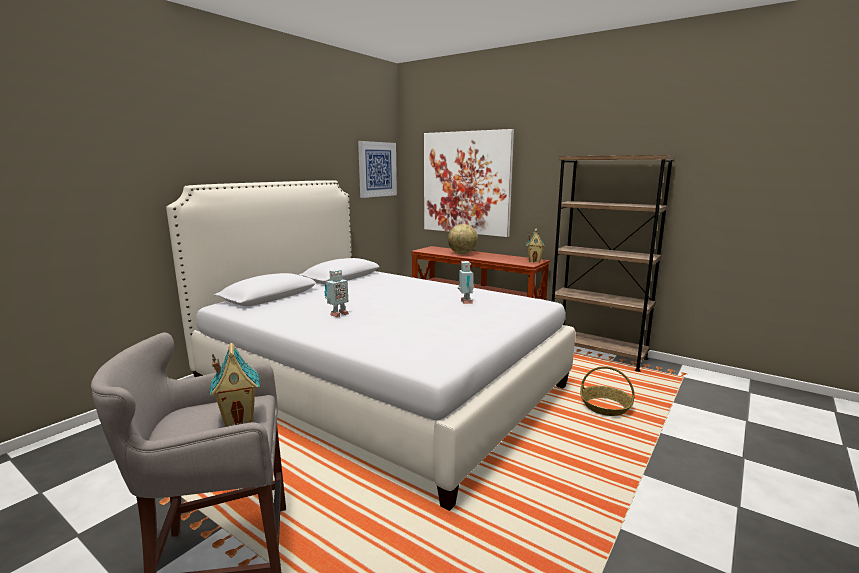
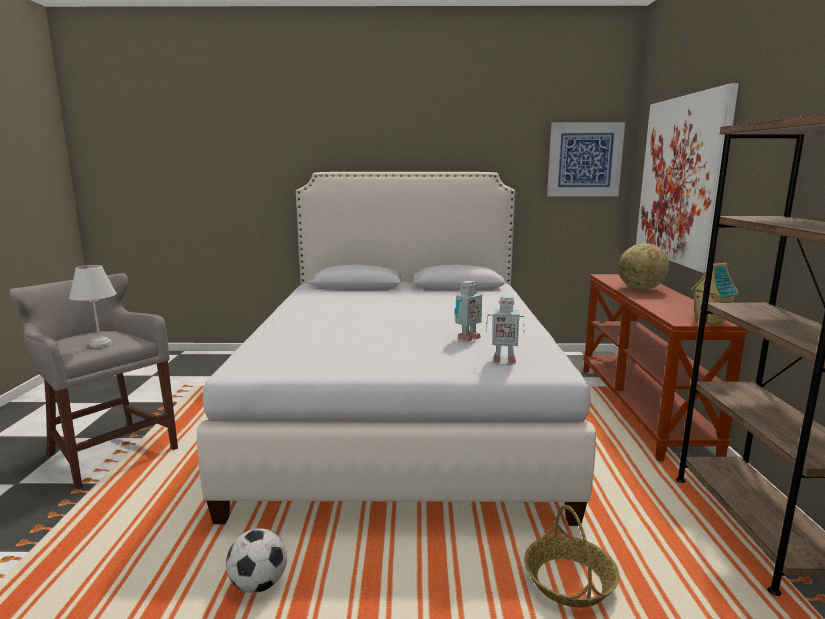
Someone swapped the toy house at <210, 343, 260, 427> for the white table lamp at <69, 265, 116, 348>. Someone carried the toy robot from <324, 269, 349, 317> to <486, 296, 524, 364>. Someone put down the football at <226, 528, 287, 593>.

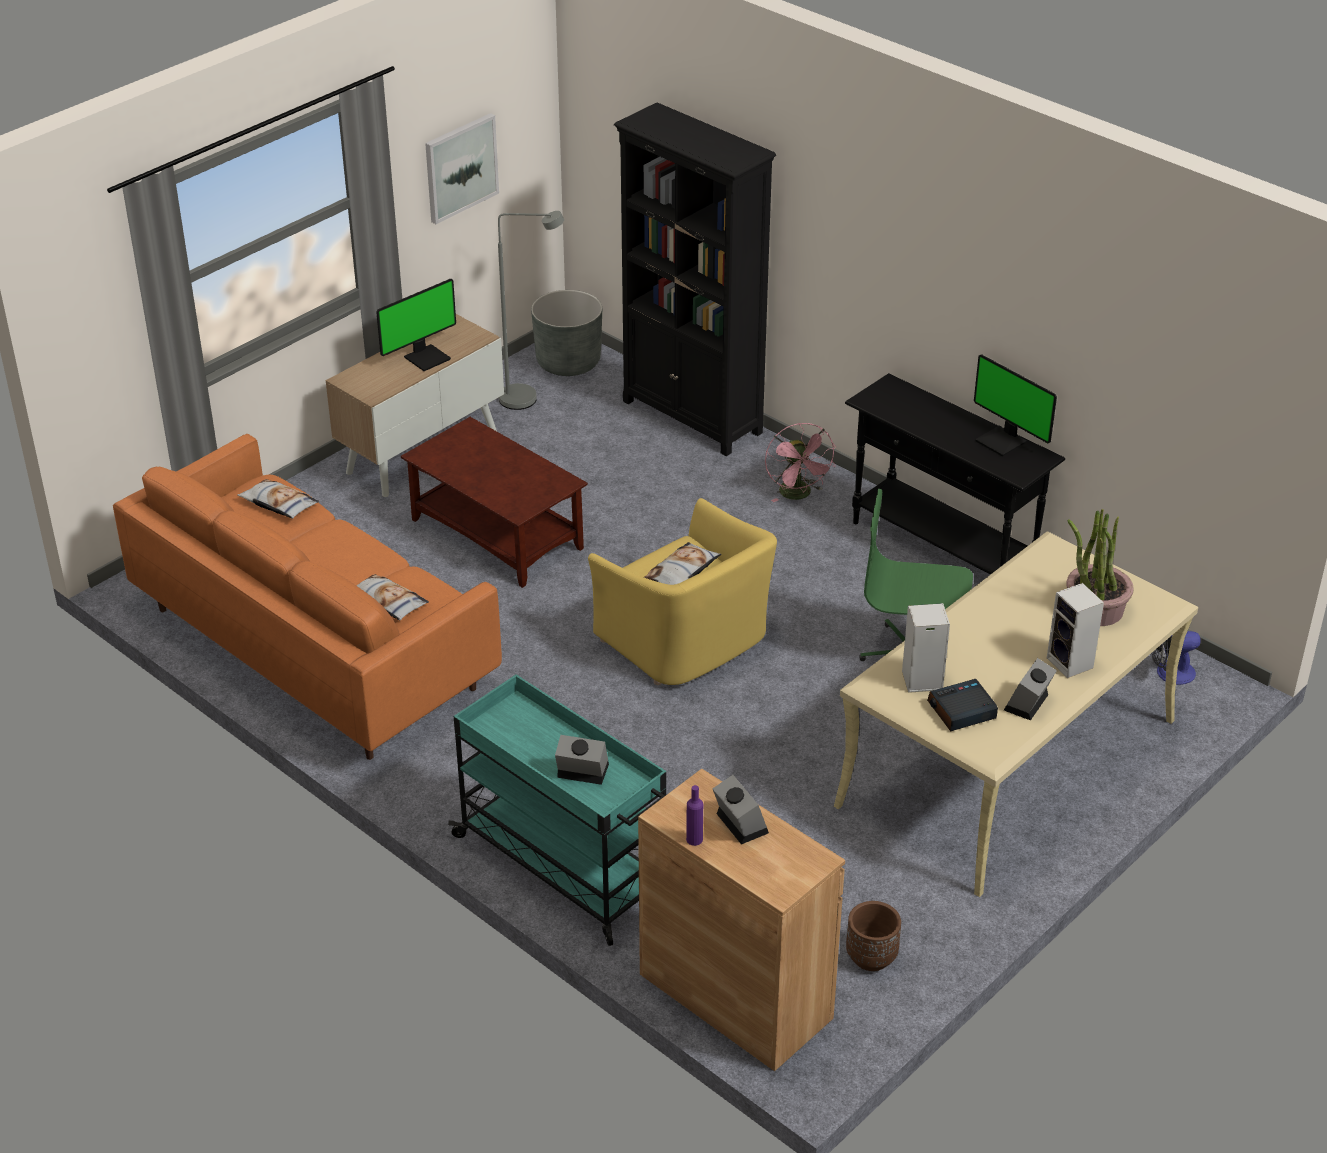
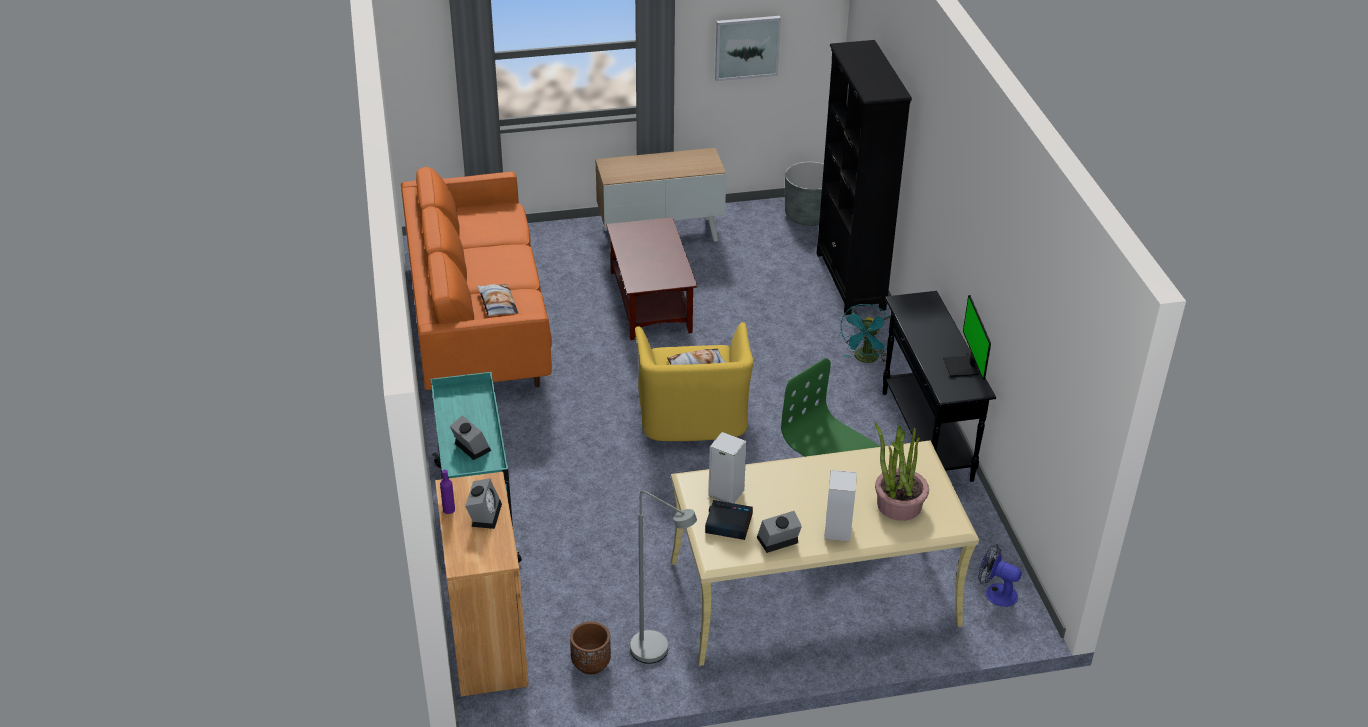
Someone took away the pillow at <237, 479, 319, 519>. Someone took away the monitor at <376, 278, 456, 371>. Someone carried the grey floor lamp from <498, 211, 564, 410> to <630, 491, 697, 664>. Someone repainted the pink fan at <765, 423, 836, 502>, which became the turquoise fan at <840, 304, 895, 363>.

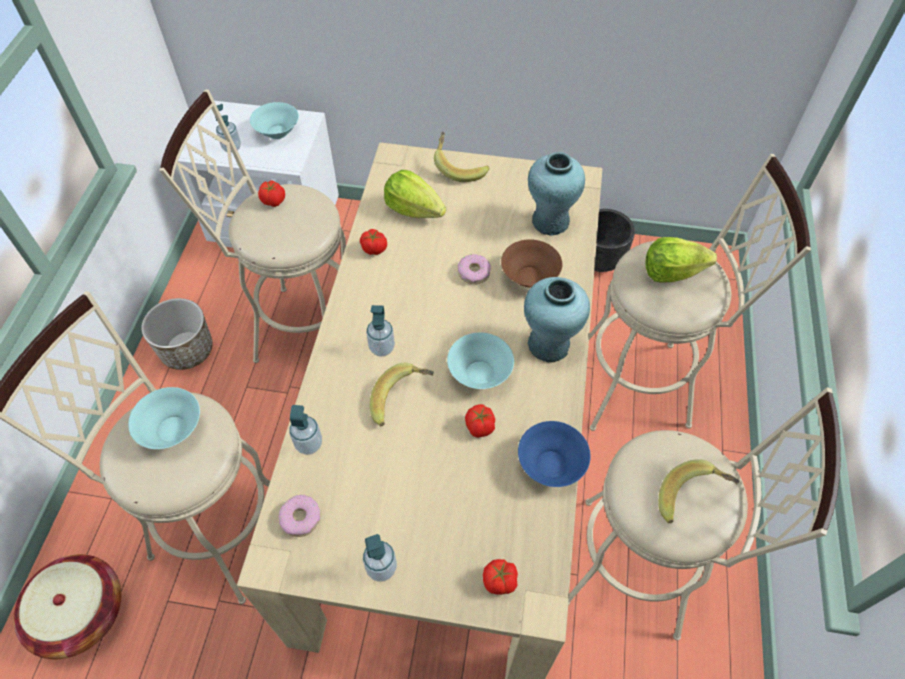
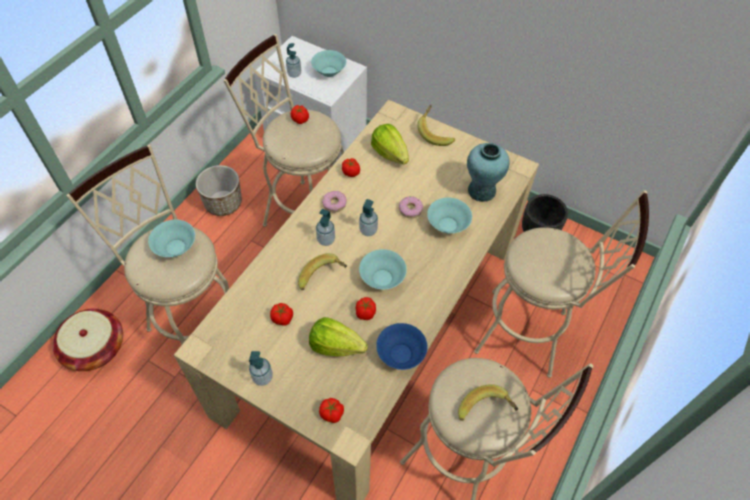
Someone carried the donut from <279, 495, 320, 537> to <322, 191, 346, 213>. Someone carried the soap dispenser from <289, 405, 322, 455> to <359, 199, 378, 236>. Someone repainted the brown bowl at <501, 239, 562, 288>, which became the turquoise bowl at <427, 198, 472, 234>. Someone took away the turquoise vase at <524, 277, 590, 362>. Someone carried the lettuce from <645, 237, 717, 282> to <309, 317, 368, 356>. Someone put down the tomato at <270, 303, 293, 326>.

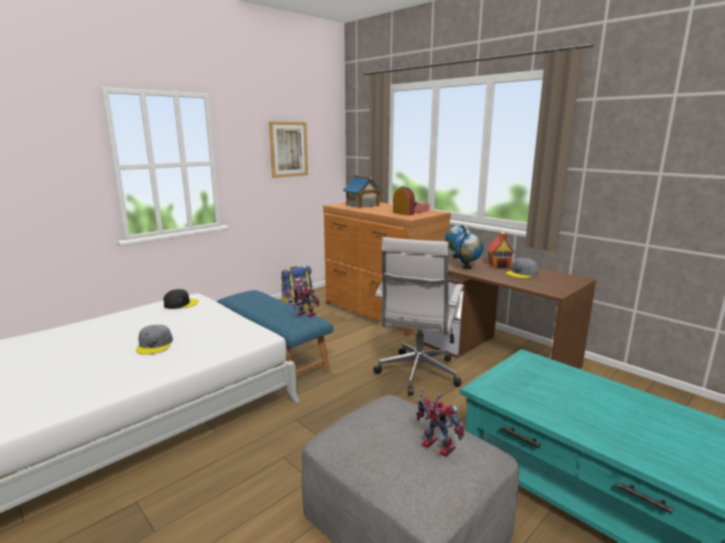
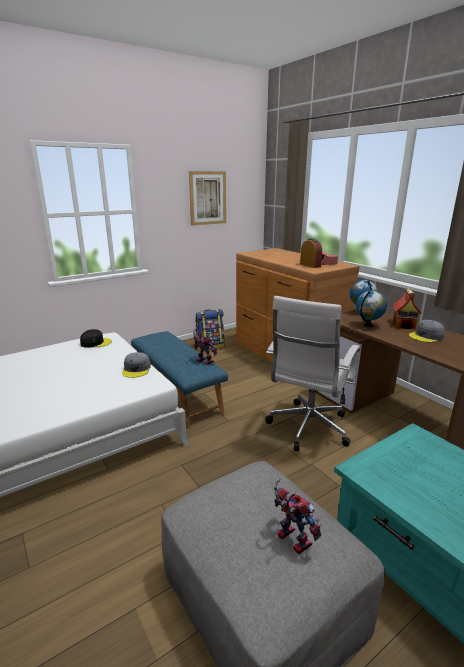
Someone carried the grey cap from <136, 325, 173, 355> to <122, 352, 151, 378>. Someone took away the toy house at <343, 175, 383, 208>.

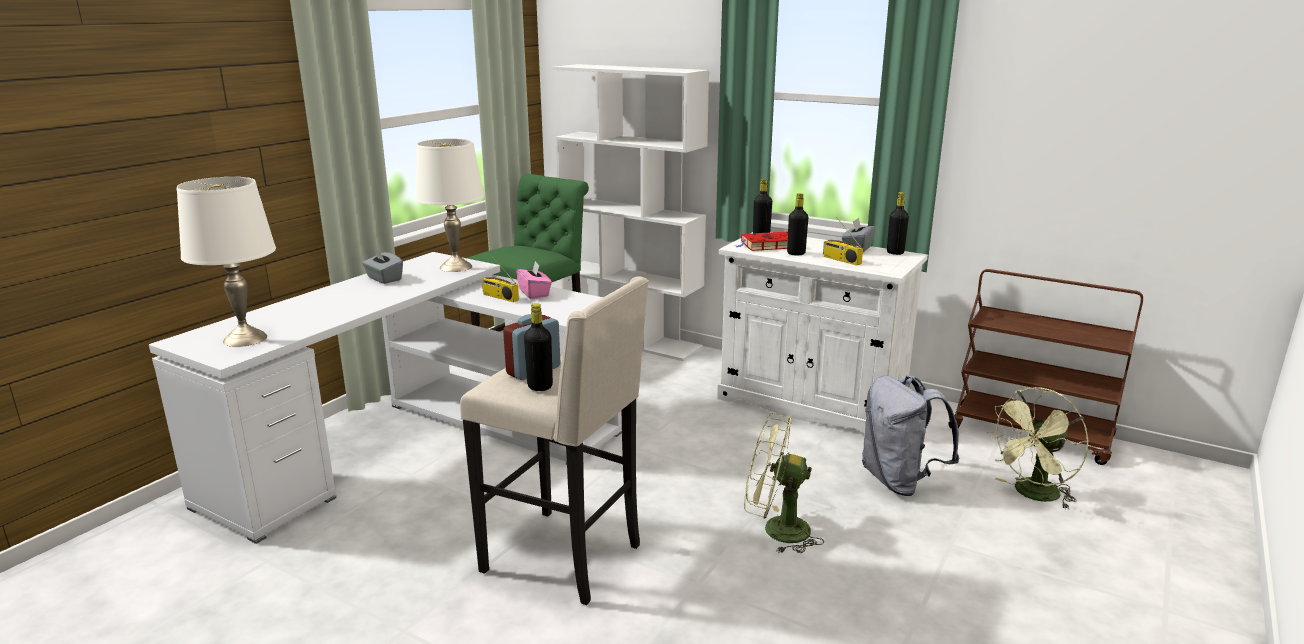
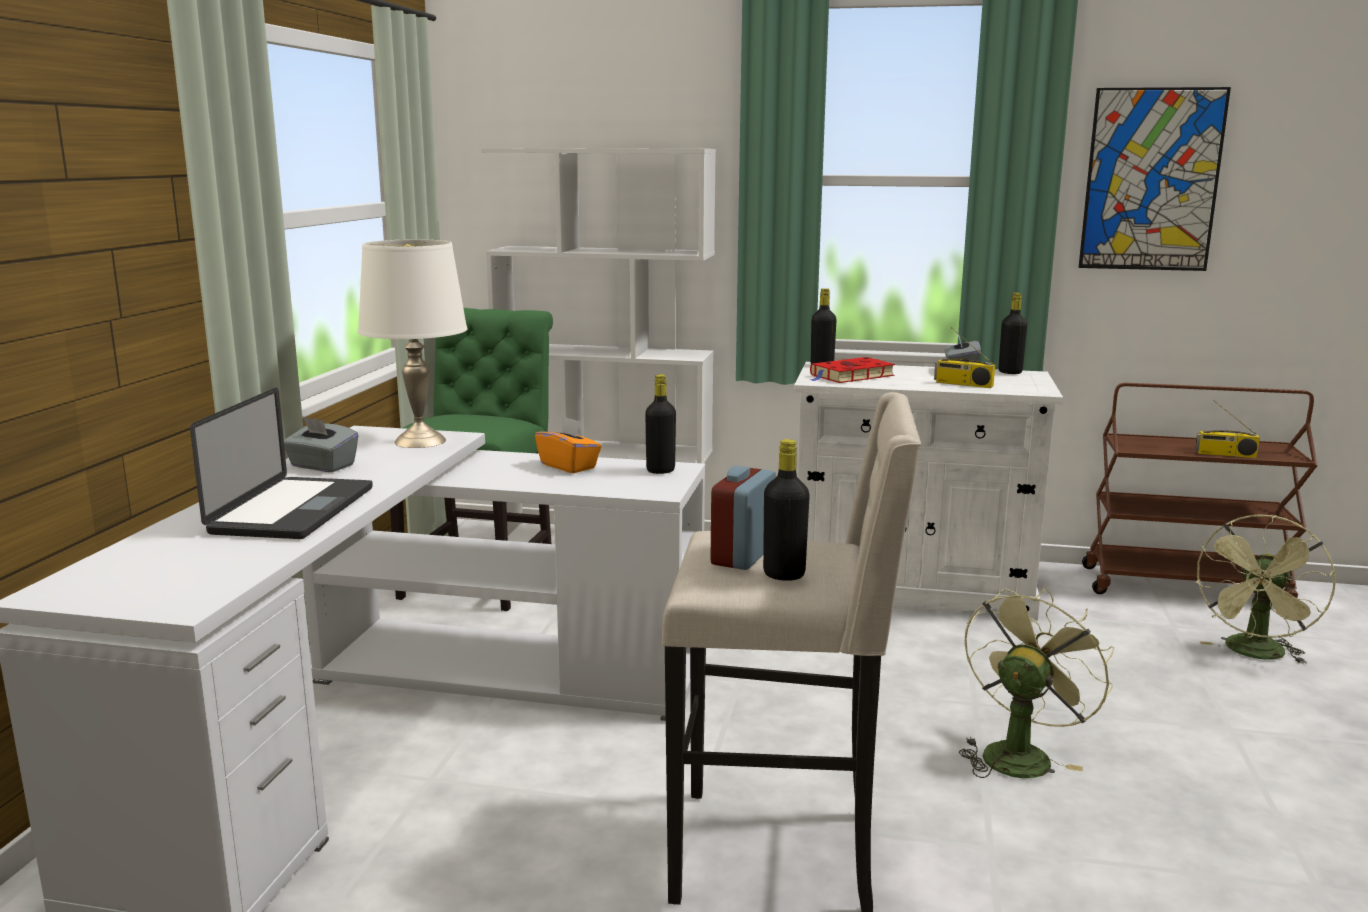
Someone took away the white table lamp at <177, 177, 276, 347>. Someone carried the radio from <482, 254, 519, 302> to <1195, 400, 1260, 458>. Someone repainted the pink tissue box at <516, 261, 552, 299>, which became the orange tissue box at <535, 417, 602, 473>. Someone rotated the green fan at <744, 413, 824, 553> by 135 degrees clockwise. Someone carried the black bottle from <787, 193, 808, 255> to <645, 374, 676, 474>. Someone took away the grey backpack at <862, 375, 960, 496>. Someone put down the laptop at <190, 388, 373, 539>. Someone put up the picture at <1078, 87, 1231, 271>.

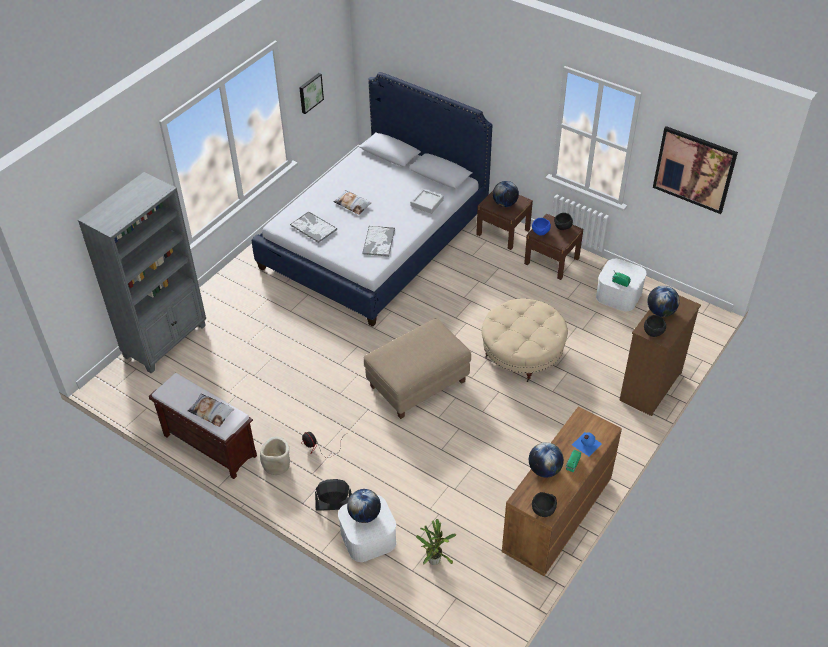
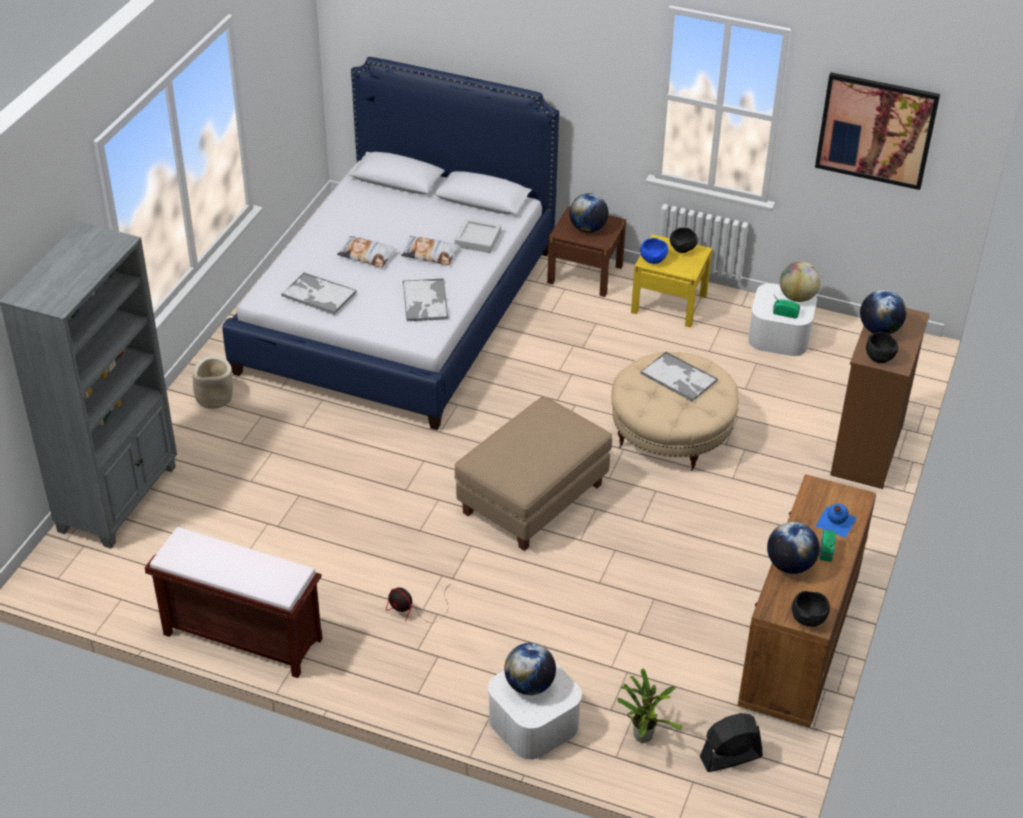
Someone carried the pillow from <188, 394, 235, 427> to <401, 236, 460, 265>. Someone carried the beige planter from <260, 436, 290, 475> to <193, 356, 233, 409>. Someone took away the picture at <299, 73, 324, 114>. Someone carried the black fan from <315, 479, 352, 511> to <700, 713, 763, 772>. Someone repainted the brown nightstand at <524, 214, 583, 280>, which became the yellow nightstand at <631, 234, 712, 328>. Someone put down the tray at <641, 351, 718, 402>. Someone put down the globe at <780, 261, 821, 302>.

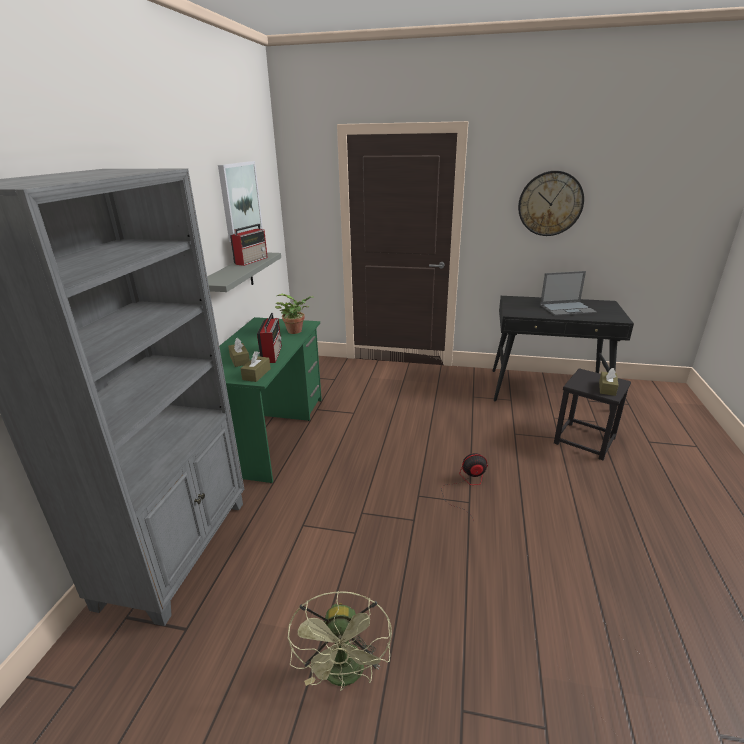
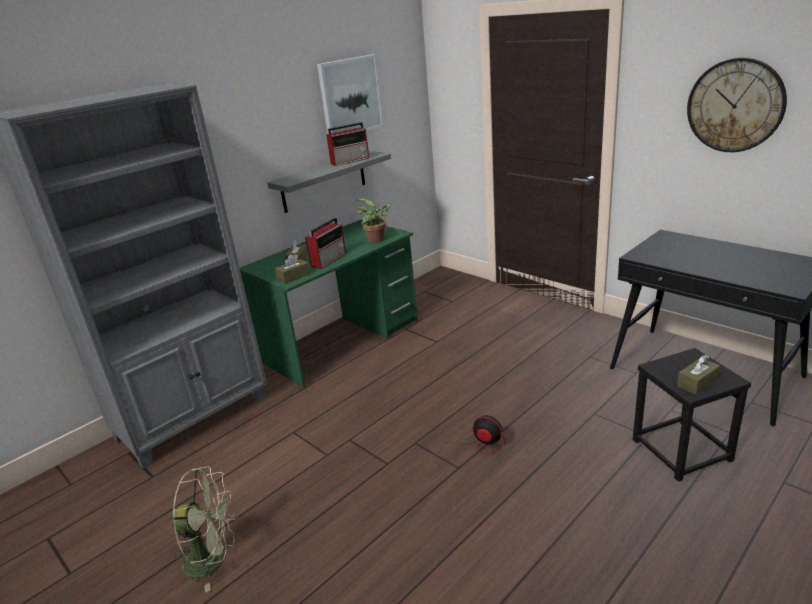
Someone rotated the green fan at <288, 592, 392, 691> by 120 degrees counterclockwise. Someone took away the laptop at <540, 271, 597, 316>.

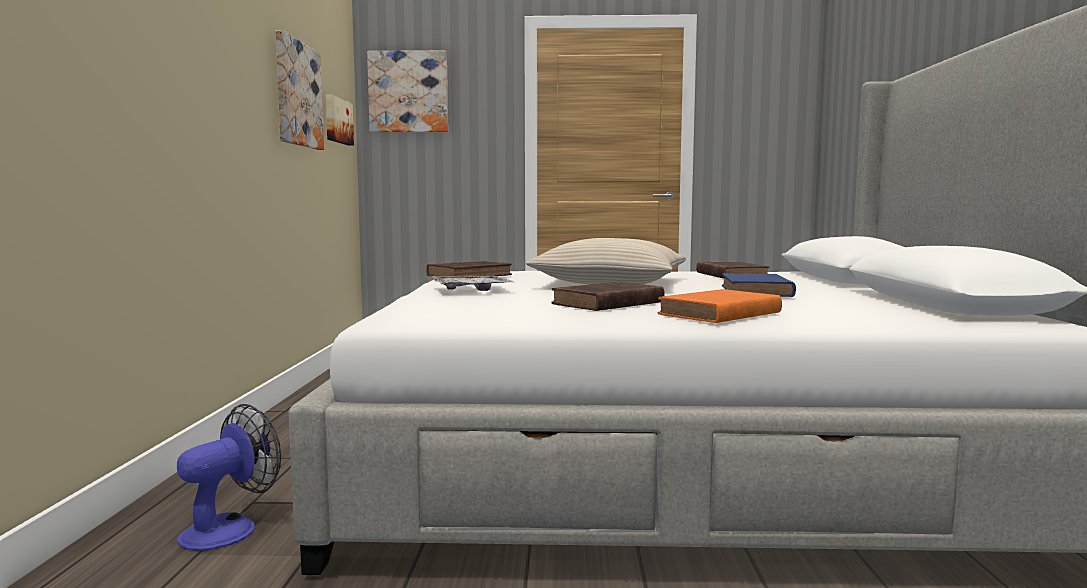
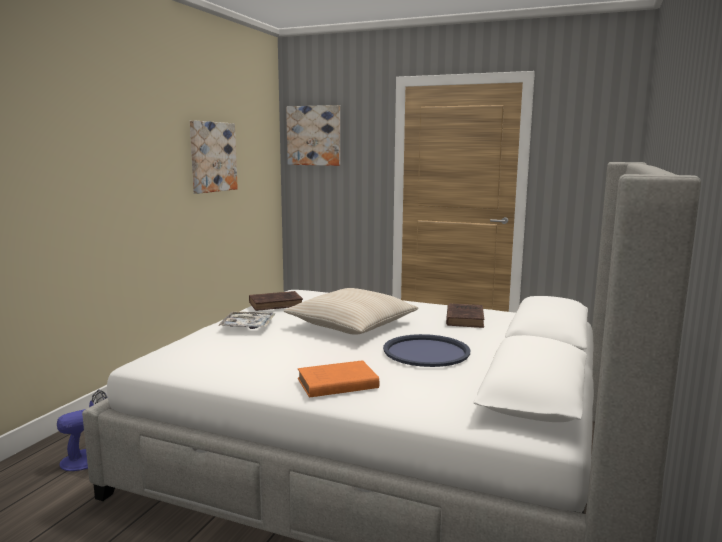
Someone took away the picture at <326, 94, 354, 146>. Someone took away the brown book at <551, 282, 664, 311>. Someone swapped the blue book at <722, 273, 796, 297> for the blue tray at <383, 334, 470, 367>.

